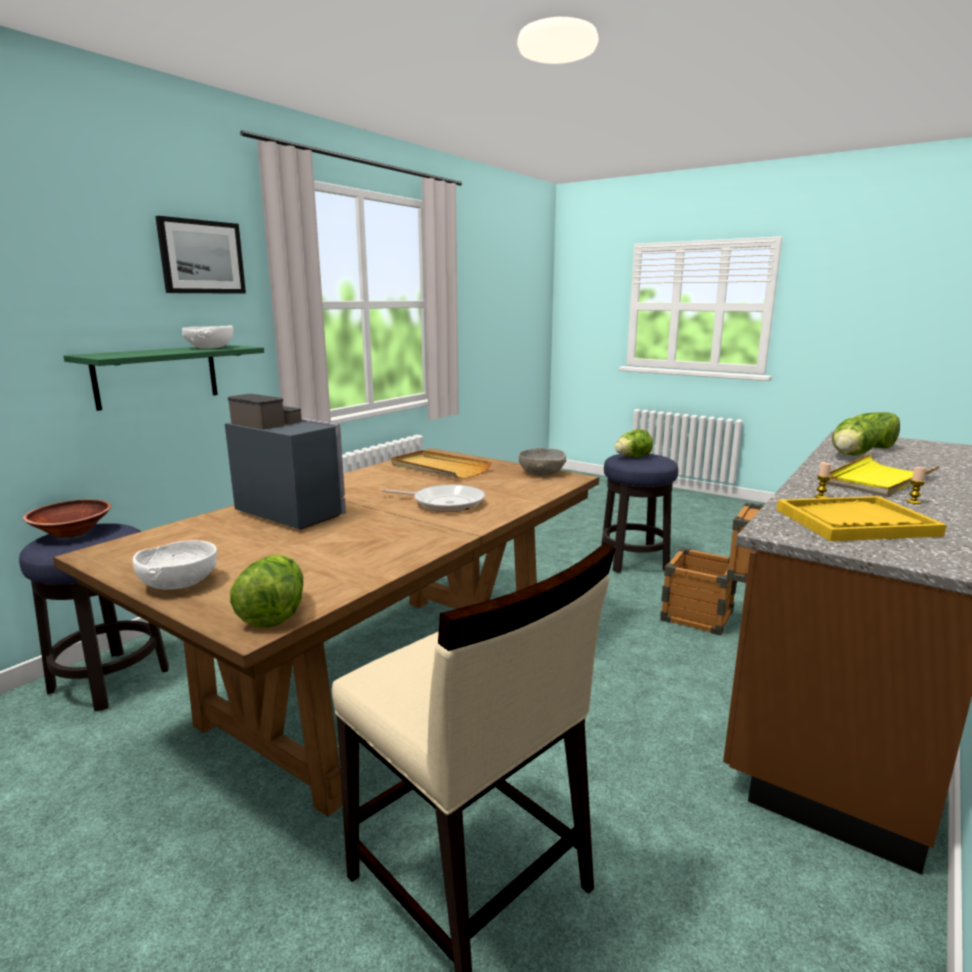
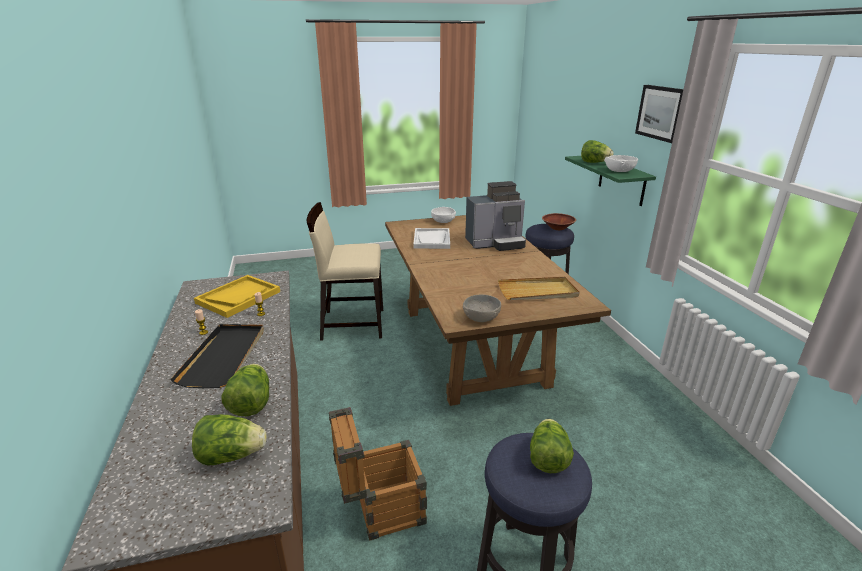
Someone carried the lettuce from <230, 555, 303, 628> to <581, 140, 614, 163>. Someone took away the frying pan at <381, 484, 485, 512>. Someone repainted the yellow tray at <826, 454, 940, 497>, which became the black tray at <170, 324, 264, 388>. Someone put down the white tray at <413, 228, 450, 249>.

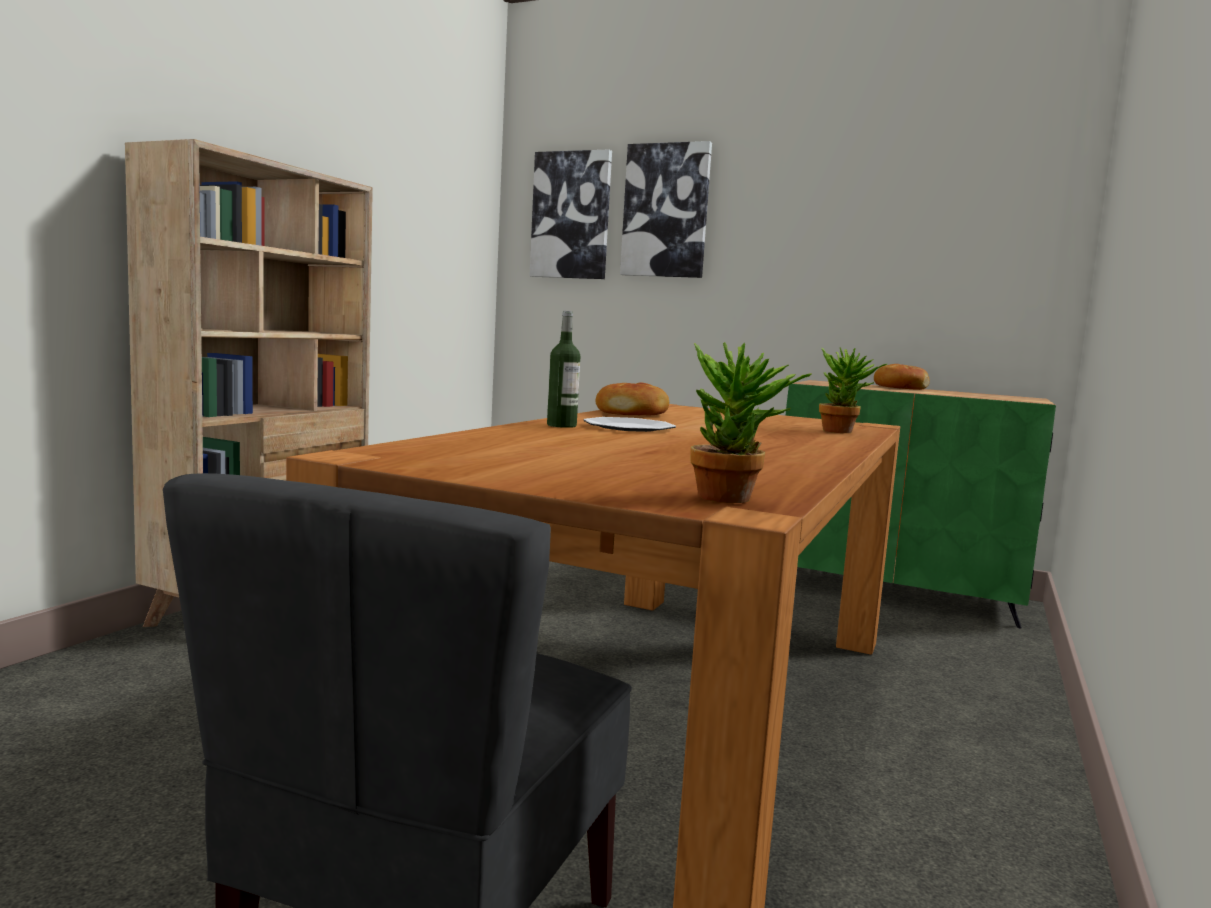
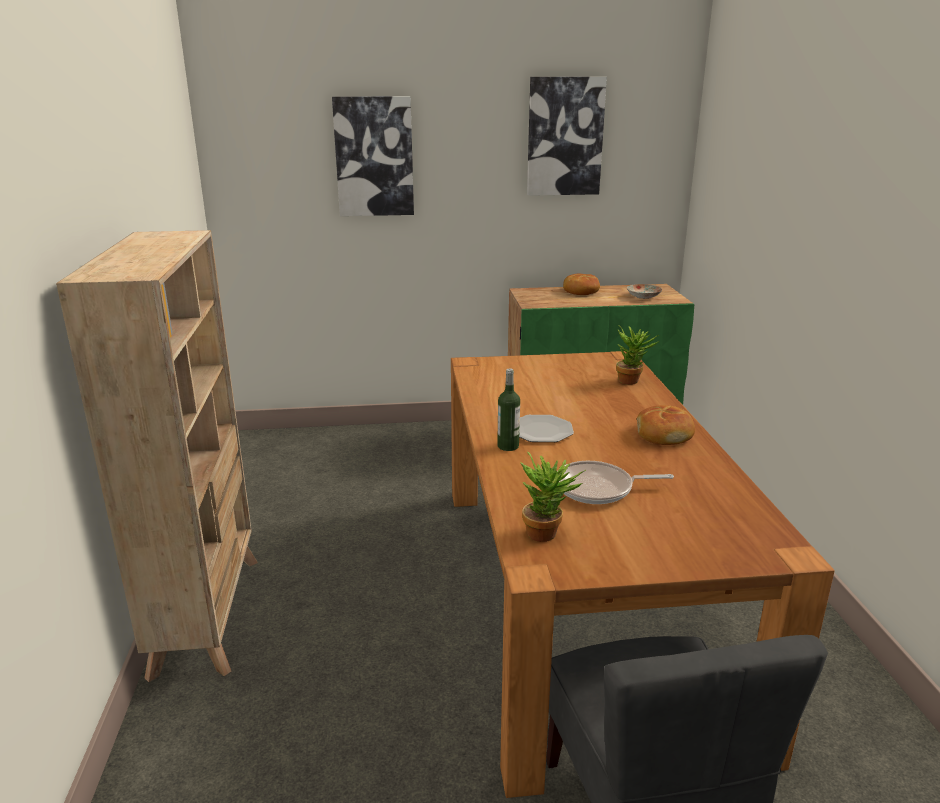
Someone carried the picture from <529, 149, 612, 279> to <527, 77, 607, 196>. Someone carried the bread from <595, 382, 669, 415> to <637, 405, 695, 445>. Someone carried the potted plant from <690, 342, 812, 503> to <520, 452, 586, 542>. Someone put down the frying pan at <558, 461, 674, 504>. Someone put down the plate at <627, 284, 662, 299>.

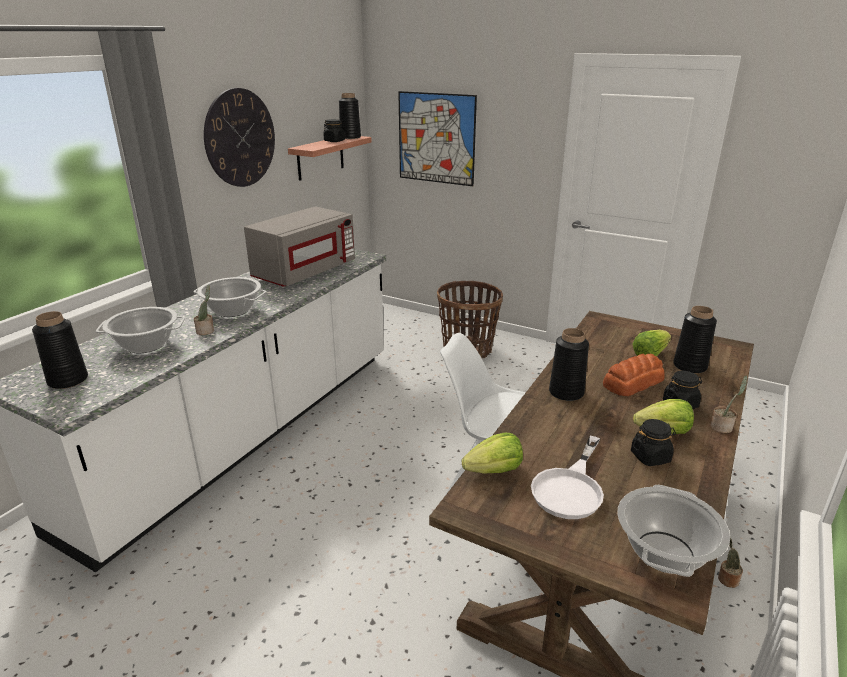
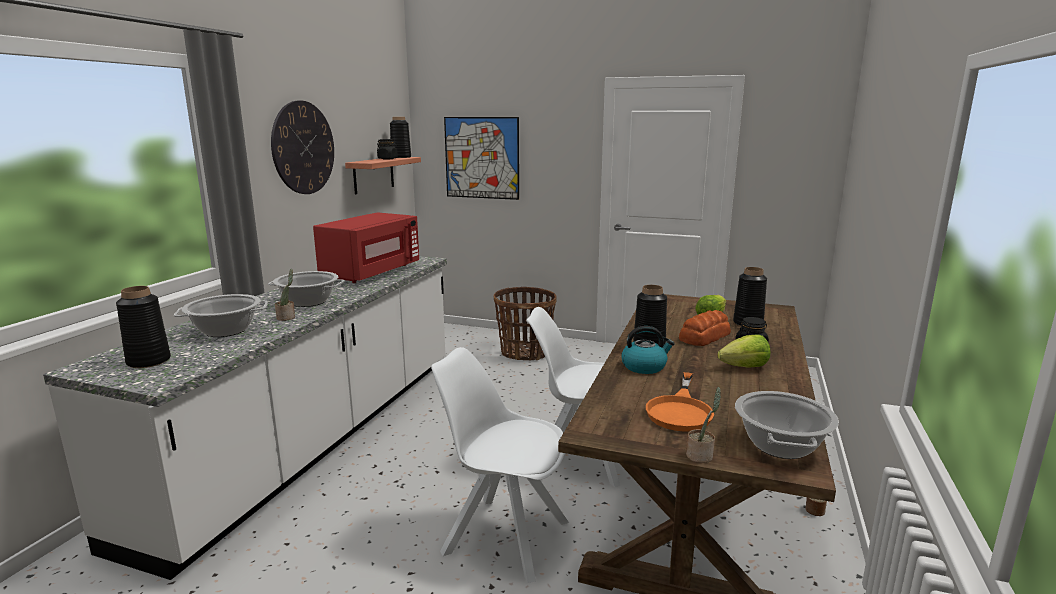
Someone repainted the grey microwave at <244, 206, 355, 286>, which became the red microwave at <313, 212, 419, 283>. Someone took away the lettuce at <462, 433, 523, 474>. Someone repainted the white frying pan at <531, 436, 604, 519>, which became the orange frying pan at <646, 372, 714, 432>. Someone took away the black jar at <631, 419, 676, 466>. Someone carried the potted plant from <710, 376, 747, 433> to <686, 387, 721, 463>. Someone put down the white chair at <431, 347, 569, 583>. Someone put down the kettle at <621, 326, 675, 374>.

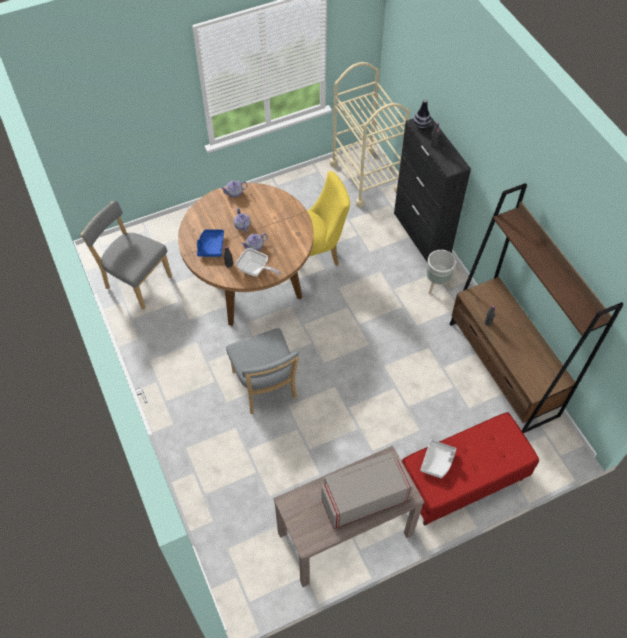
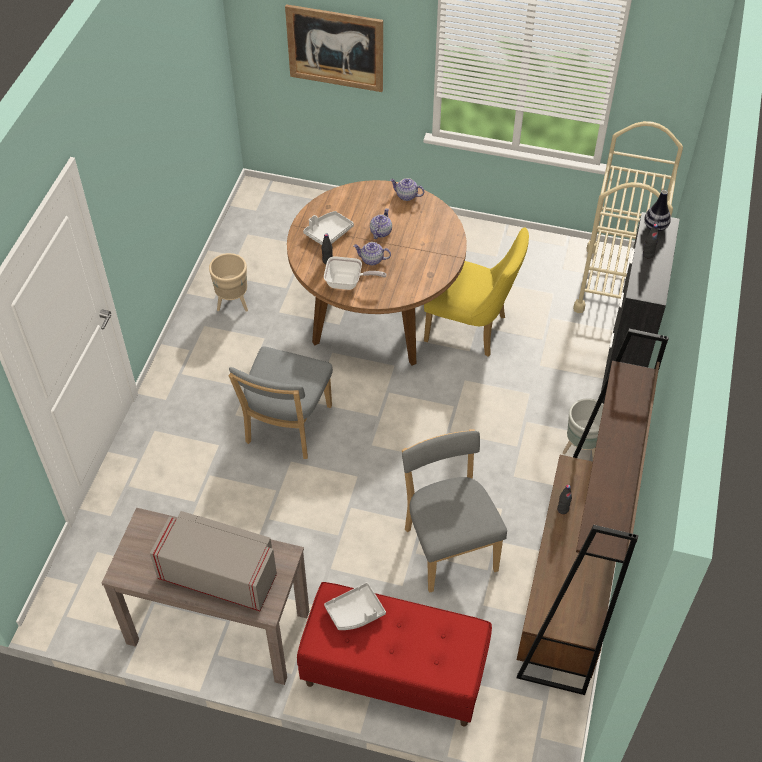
Someone carried the grey chair from <81, 201, 172, 310> to <402, 429, 507, 593>. Someone repainted the blue tray at <197, 229, 224, 257>, which became the white tray at <303, 211, 354, 245>. Someone rotated the frying pan at <236, 248, 281, 276> by 60 degrees counterclockwise. Someone put down the beige planter at <209, 253, 248, 312>. Someone put up the picture at <285, 4, 383, 92>.

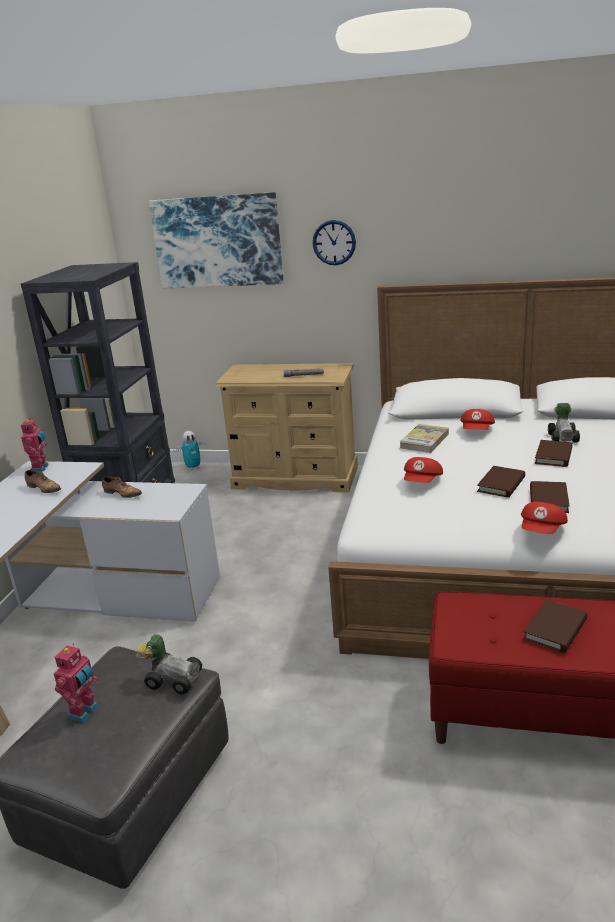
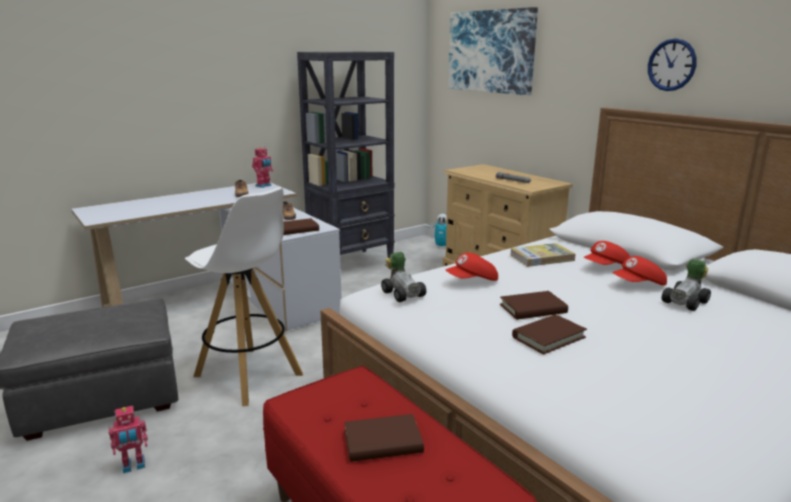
Someone carried the toy robot from <54, 643, 98, 723> to <108, 406, 148, 473>. Someone carried the toy car from <137, 634, 202, 694> to <381, 252, 426, 302>. Someone carried the wall clock from <313, 220, 356, 265> to <648, 39, 697, 91>. Someone carried the red cap from <521, 502, 568, 534> to <612, 256, 667, 285>. Someone carried the brown book from <535, 440, 573, 467> to <283, 218, 319, 235>. Someone put down the white stool at <185, 187, 303, 406>.

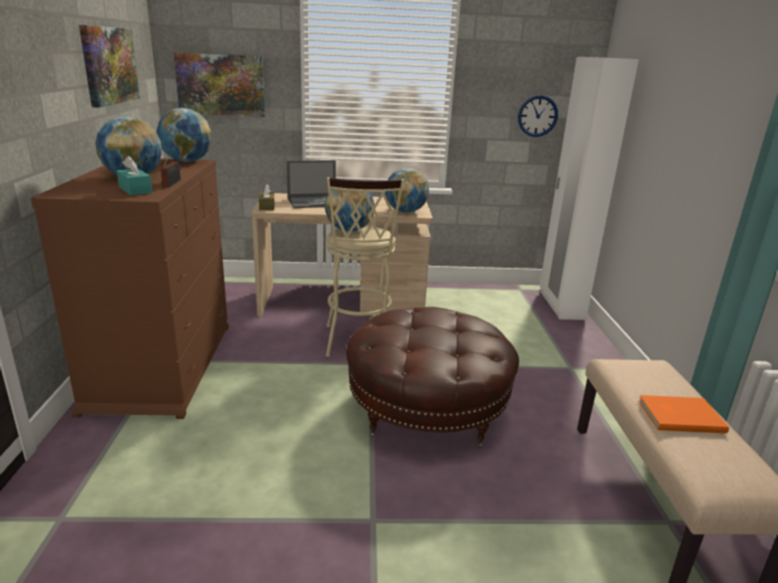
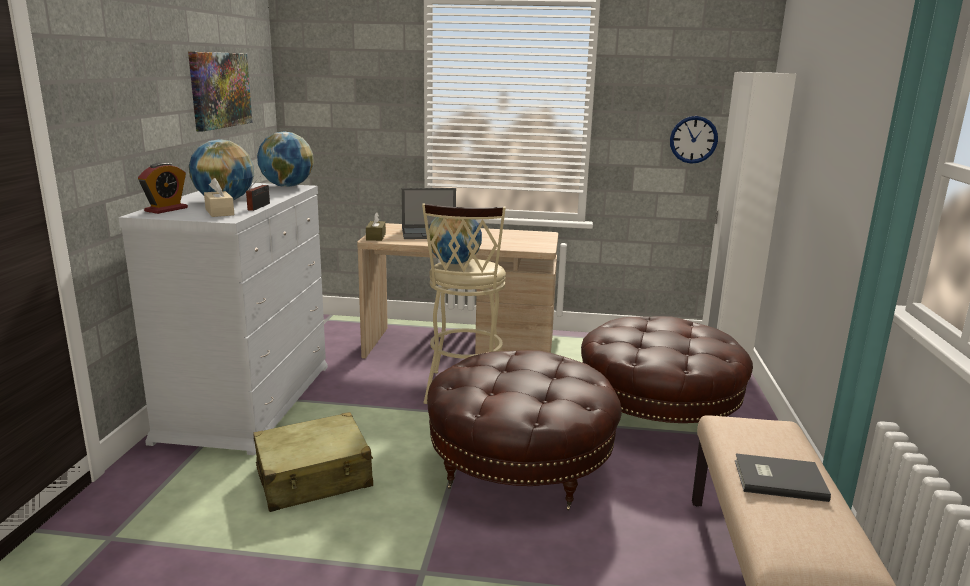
Someone repainted the brown dresser at <31, 158, 229, 419>, which became the white dresser at <118, 183, 328, 455>. Someone repainted the turquoise tissue box at <117, 156, 152, 195>, which became the beige tissue box at <204, 178, 234, 217>. Someone took away the picture at <174, 52, 265, 117>. Someone took away the globe at <385, 168, 429, 213>. Someone repainted the orange book at <638, 395, 729, 433>, which became the grey book at <735, 453, 831, 502>. Someone put down the alarm clock at <138, 162, 188, 214>. Someone put down the beige suitcase at <253, 412, 373, 512>. Someone put down the brown ottoman at <581, 316, 753, 423>.

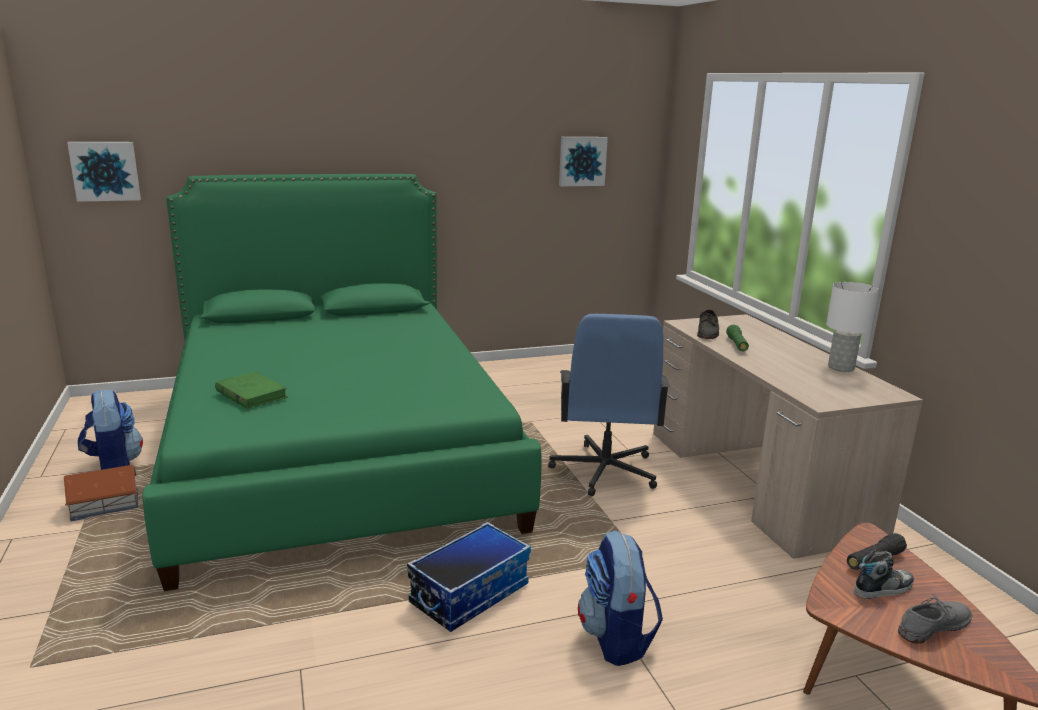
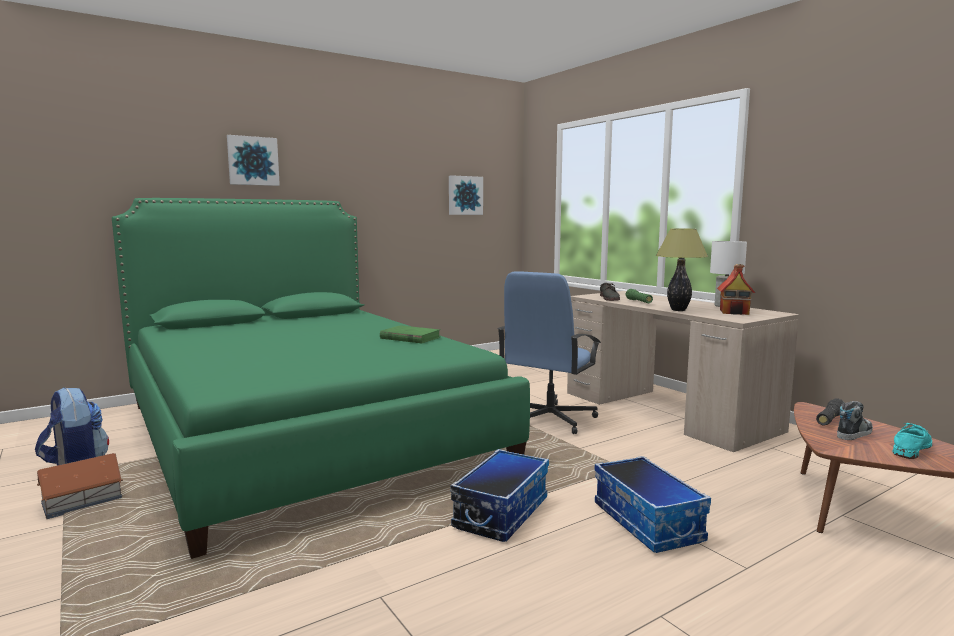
Someone carried the picture from <67, 142, 141, 202> to <227, 135, 280, 186>. Someone carried the green book from <215, 372, 288, 409> to <380, 325, 441, 343>. Someone rotated the blue office chair at <548, 314, 670, 496> by 45 degrees clockwise. Someone swapped the backpack at <578, 530, 663, 666> for the storage box at <595, 456, 711, 553>. Someone repainted the grey shoe at <898, 594, 972, 644>, which became the turquoise shoe at <893, 423, 932, 459>. Someone put down the table lamp at <656, 229, 708, 311>. Someone put down the toy house at <717, 264, 755, 315>.

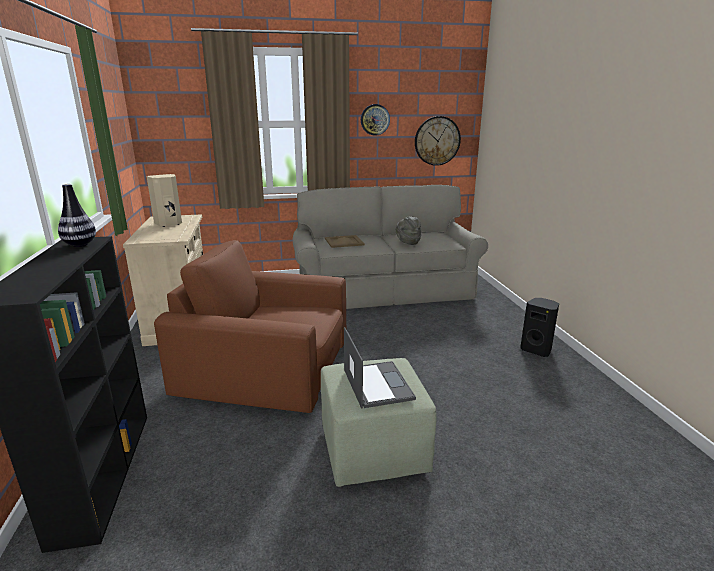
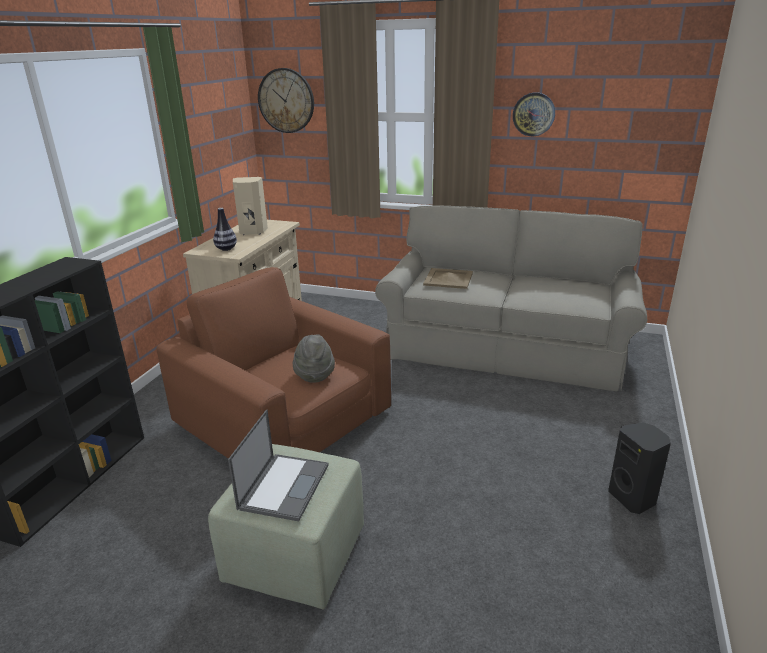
Someone carried the vase from <58, 184, 96, 247> to <213, 208, 237, 251>. Someone carried the grey hat from <395, 217, 422, 245> to <293, 334, 335, 383>. Someone carried the wall clock from <415, 116, 461, 166> to <258, 68, 314, 133>.

